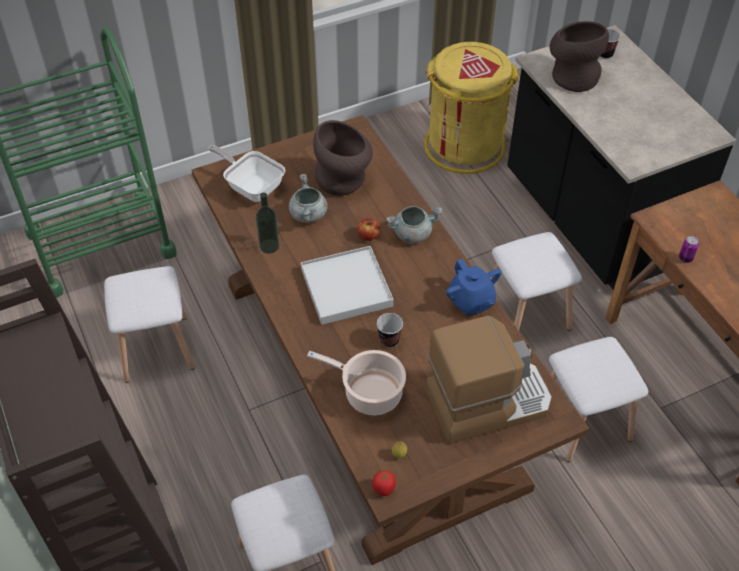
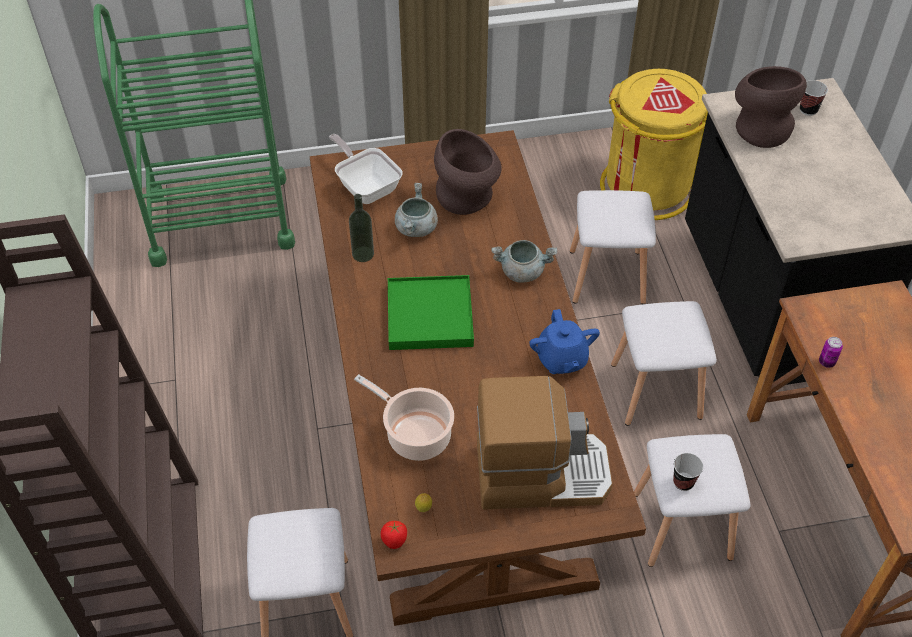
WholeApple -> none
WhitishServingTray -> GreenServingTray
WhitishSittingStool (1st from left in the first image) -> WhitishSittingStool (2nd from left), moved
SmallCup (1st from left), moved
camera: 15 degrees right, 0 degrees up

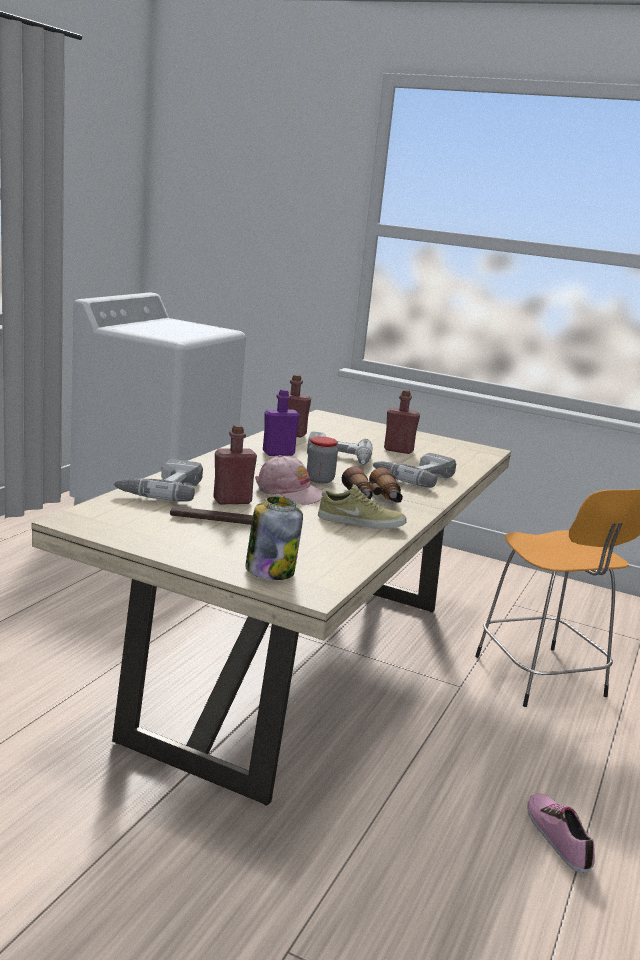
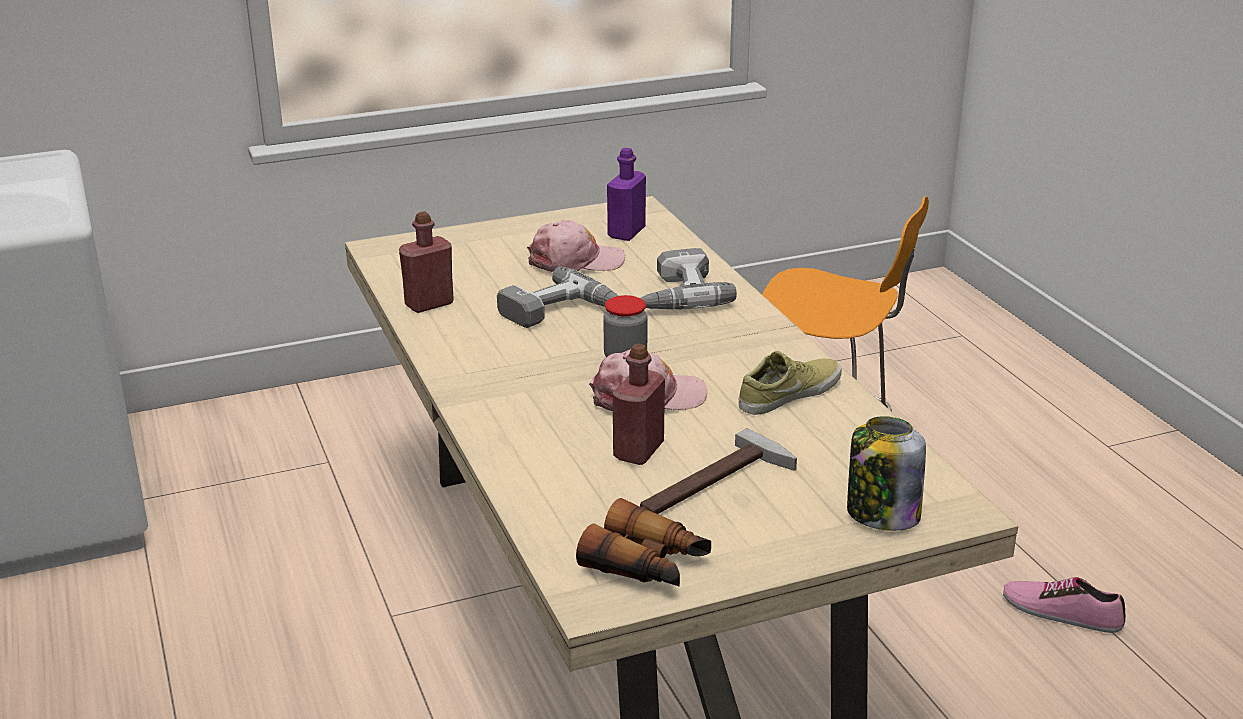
PurplishBottle, moved
RedBottle (3rd from left) -> PinkishCap (1st from left)
ElectricDrill (1st from left) -> none
FieldGlasses, moved
camera: 45 degrees left, 10 degrees up

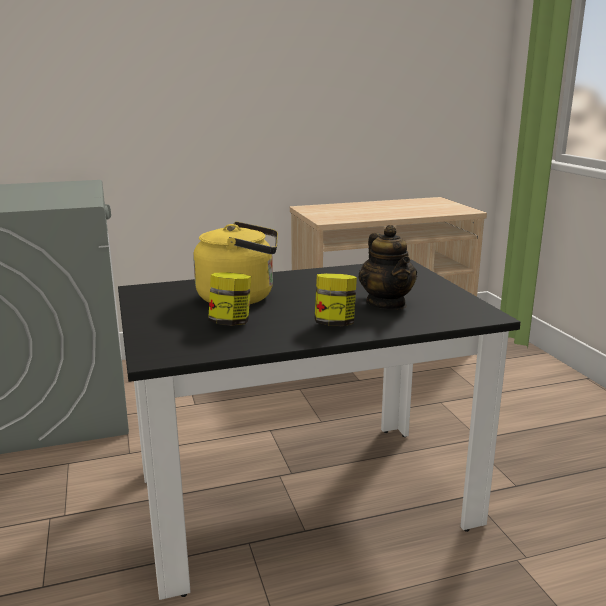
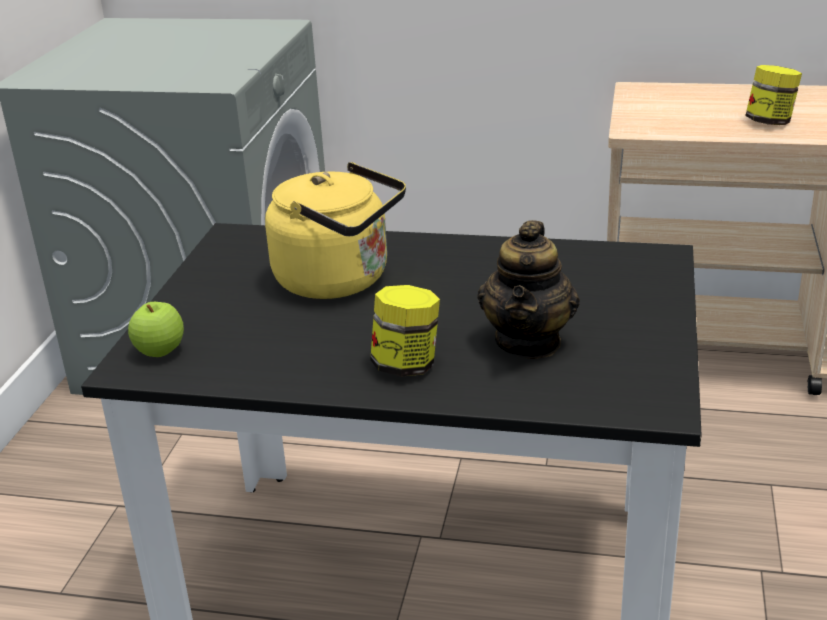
Jar (1st from left in the first image) -> Jar (2nd from left), moved
none -> WholeApple
camera: 30 degrees right, 10 degrees up

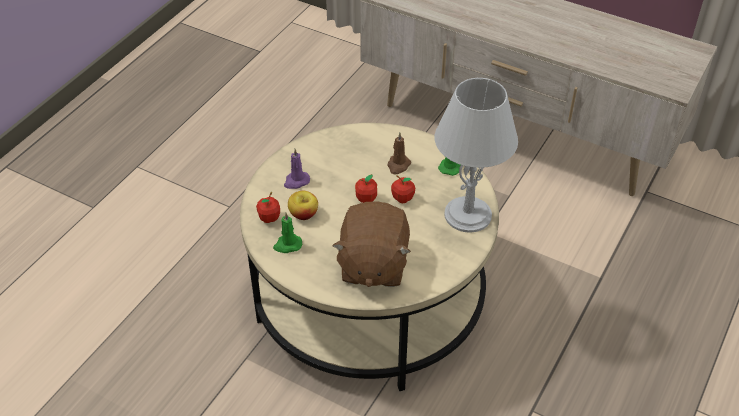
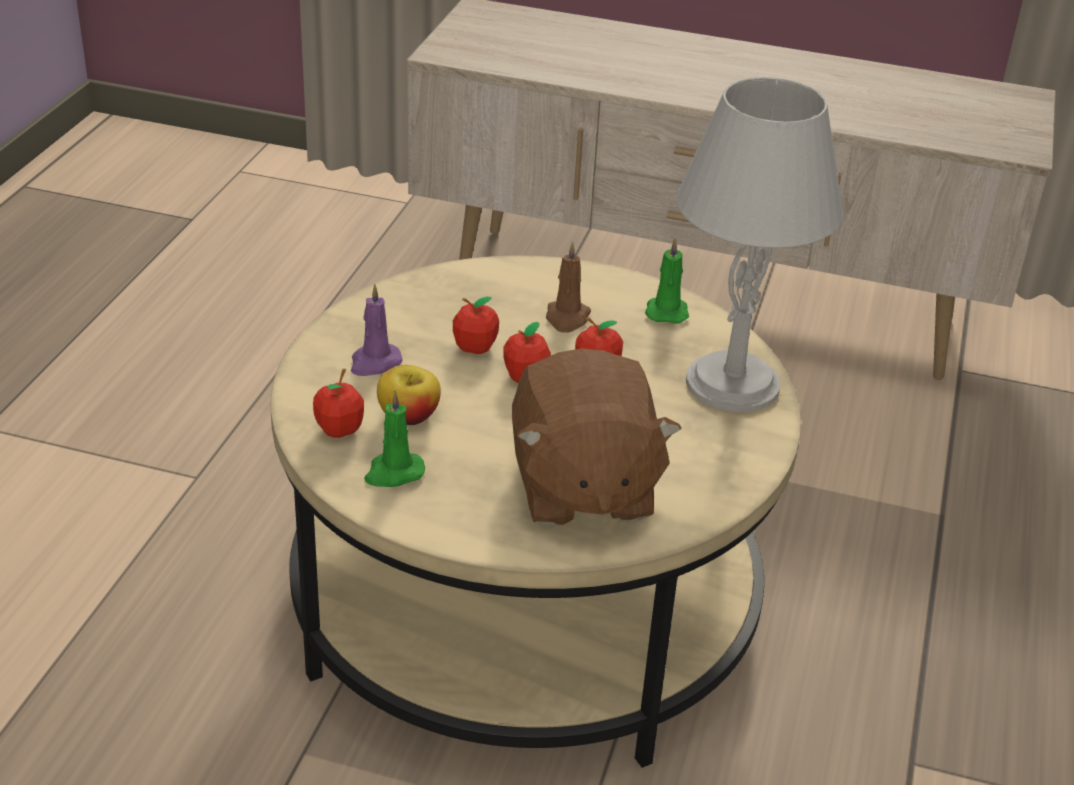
none -> WholeApple (3rd from left)
camera: 15 degrees left, 10 degrees down

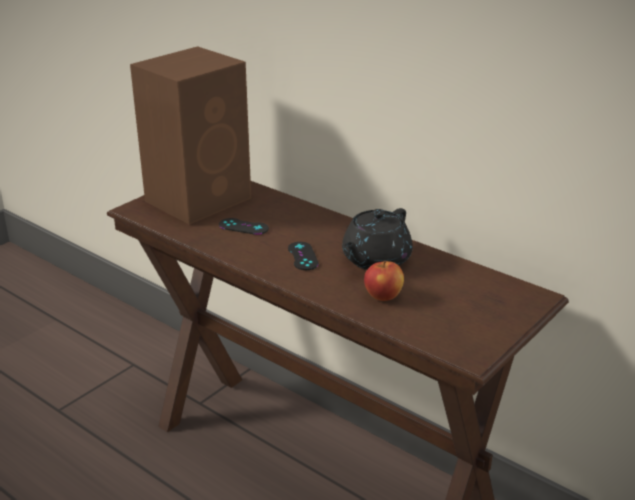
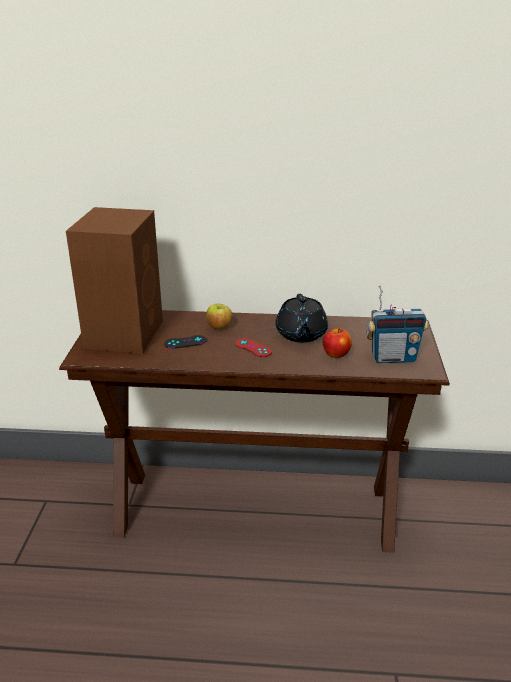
BlackishJoypad (2nd from left) -> RedJoypad
none -> Radio
none -> WholeApple (1st from left)
camera: 35 degrees left, 0 degrees up

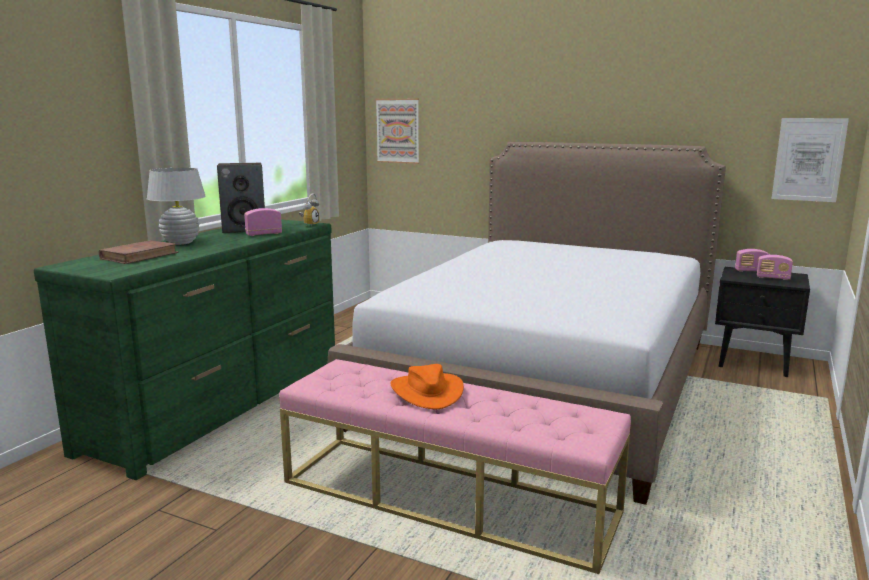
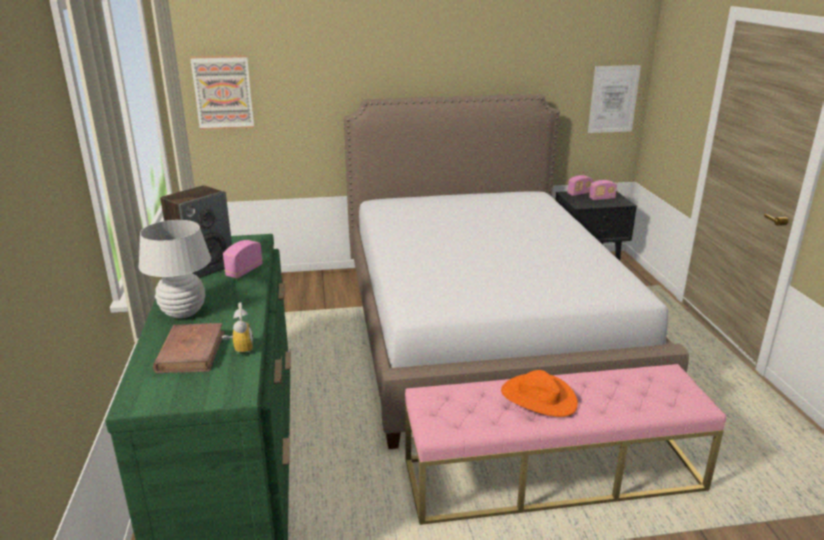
BedsideClock, moved
camera: 35 degrees left, 10 degrees up

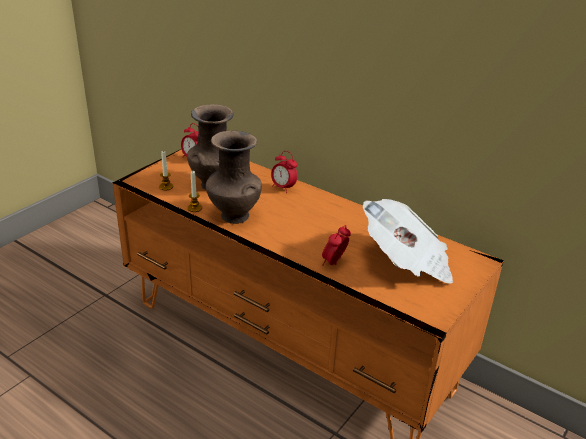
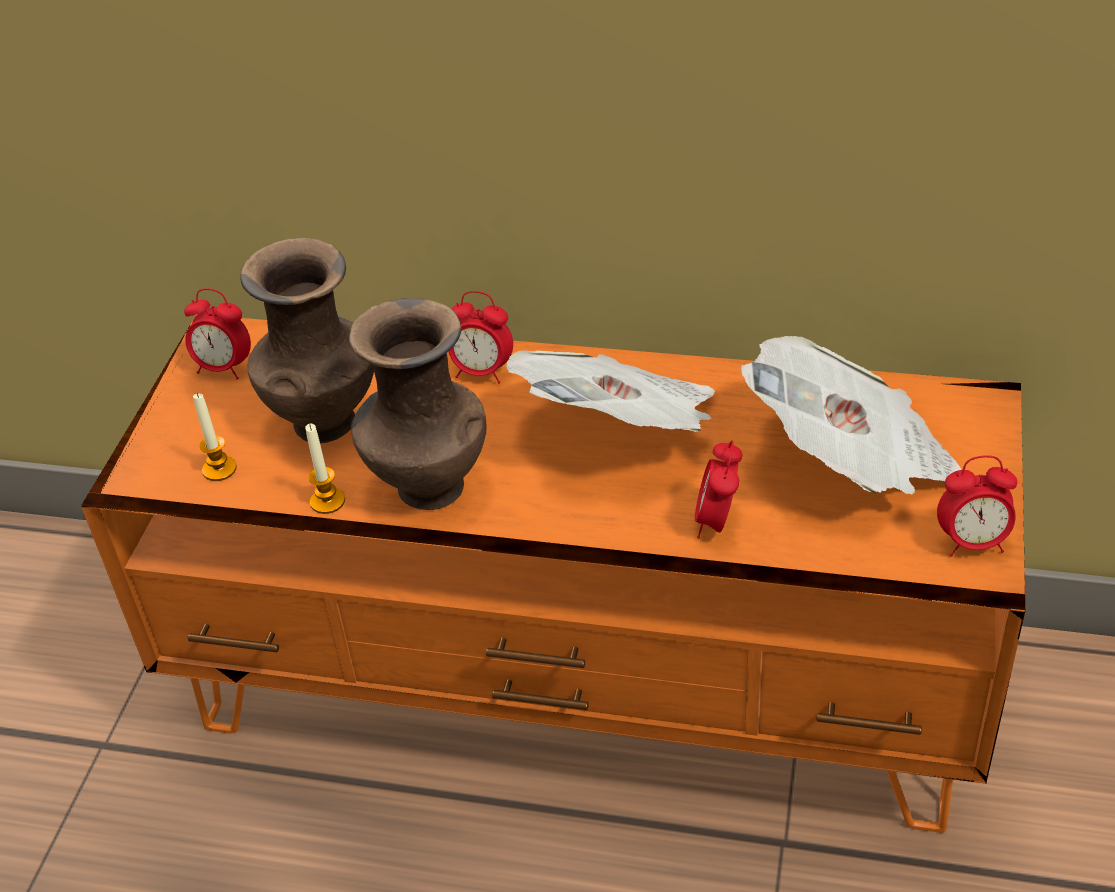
none -> Newspaper (1st from left)
none -> BedsideClock (4th from left)
camera: 20 degrees left, 10 degrees up

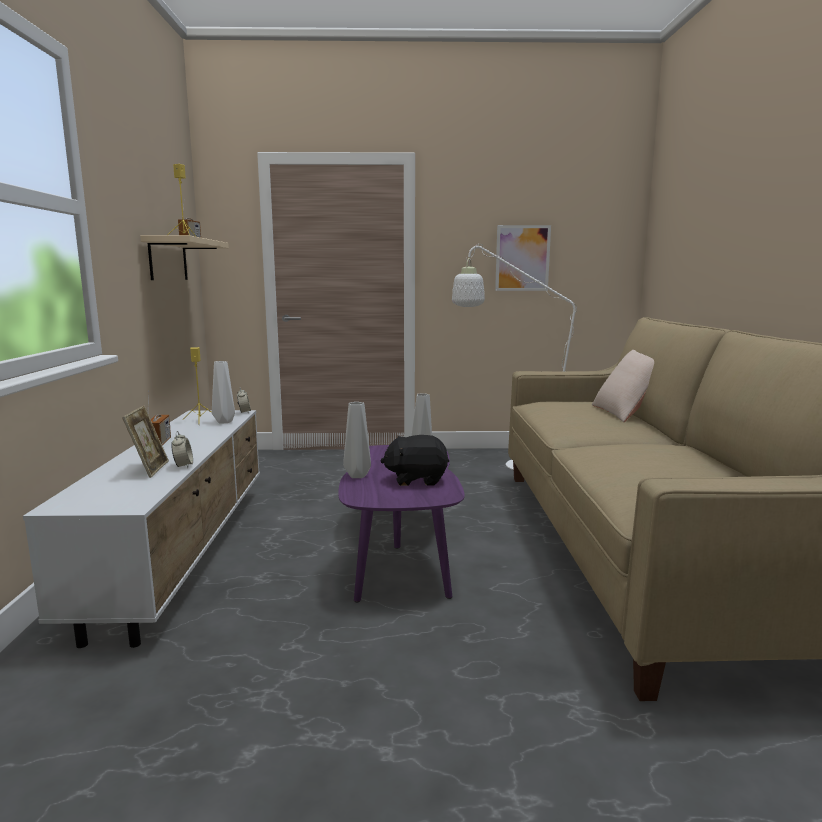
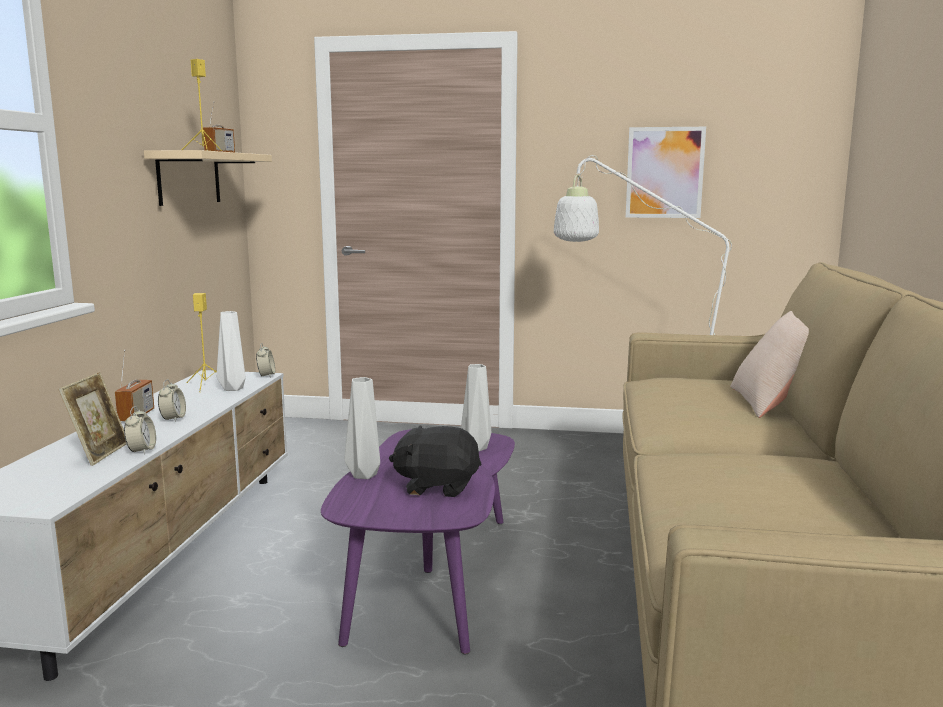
none -> BedsideClock (2nd from left)
camera: 10 degrees right, 0 degrees up

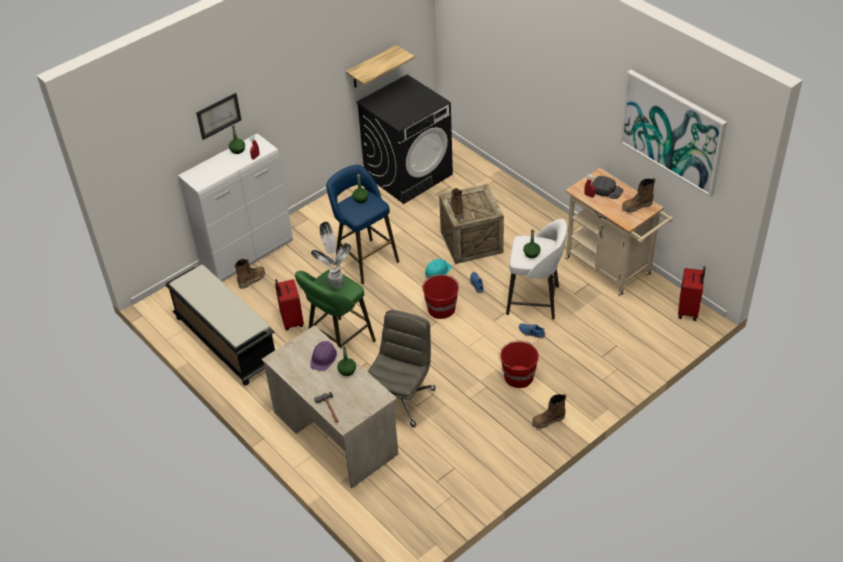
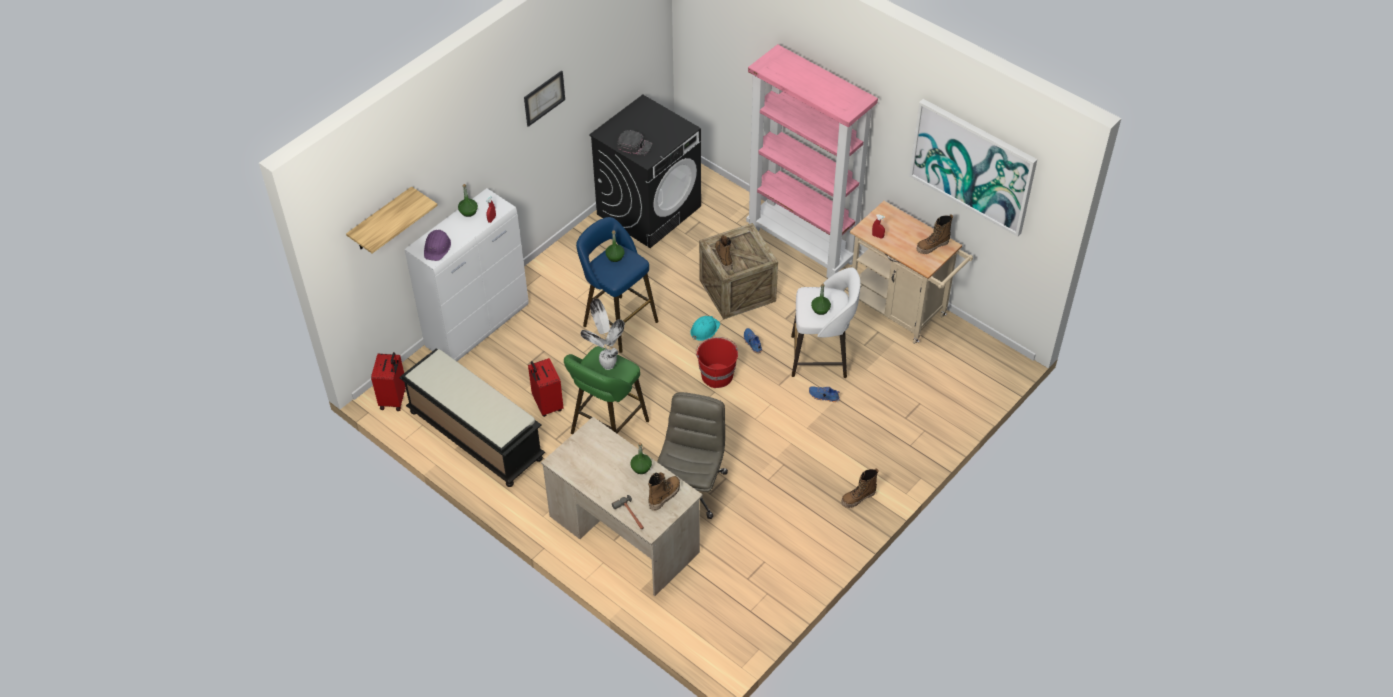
WallShelf, moved
WallArt (1st from left), moved
BlackishCap, moved
Boot (1st from left), moved
RedSuitcase (2nd from left in the first image) -> RedSuitcase (1st from left), moved
RedWaterBucket (2nd from left) -> none
PurplishSafetyHelmet, moved
none -> PinkishBookshelf
camera: 10 degrees left, 5 degrees up

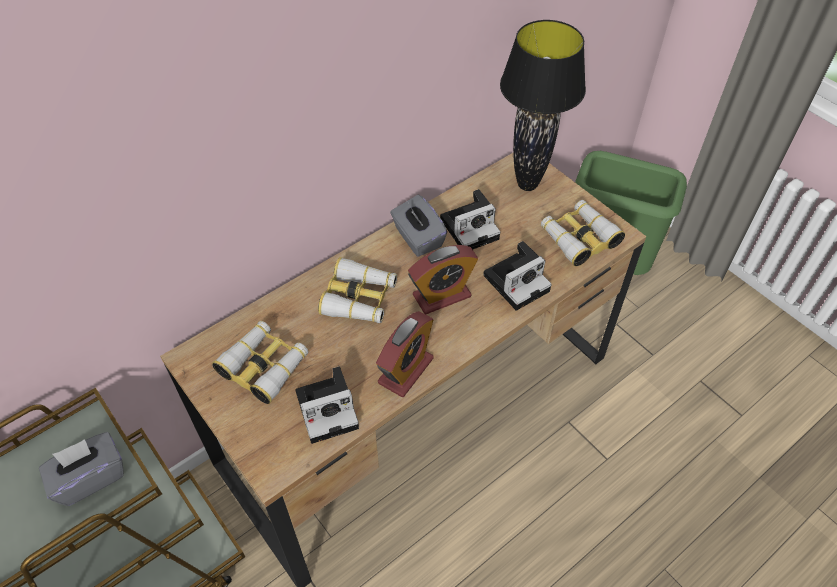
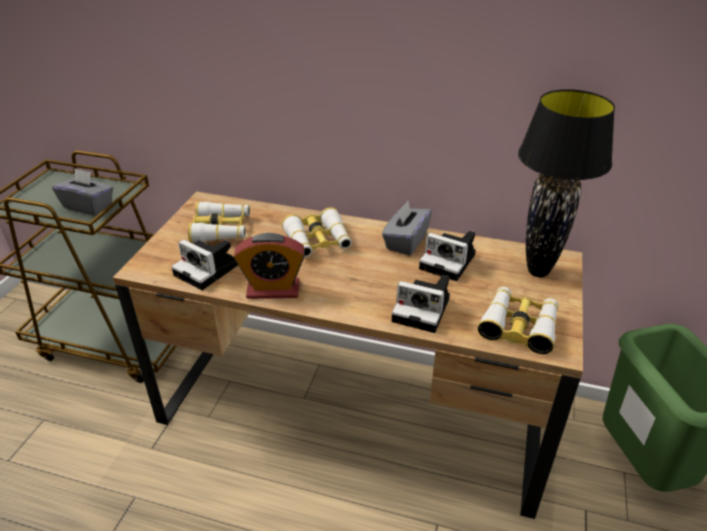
BedsideClock (2nd from left) -> none
camera: 55 degrees right, 15 degrees down

